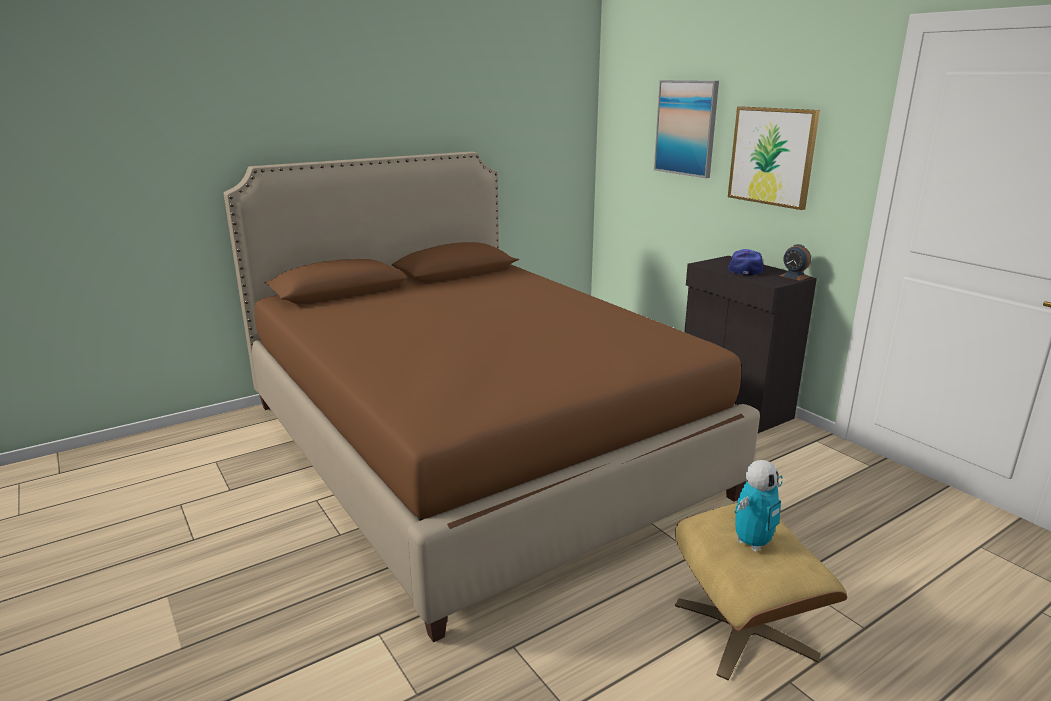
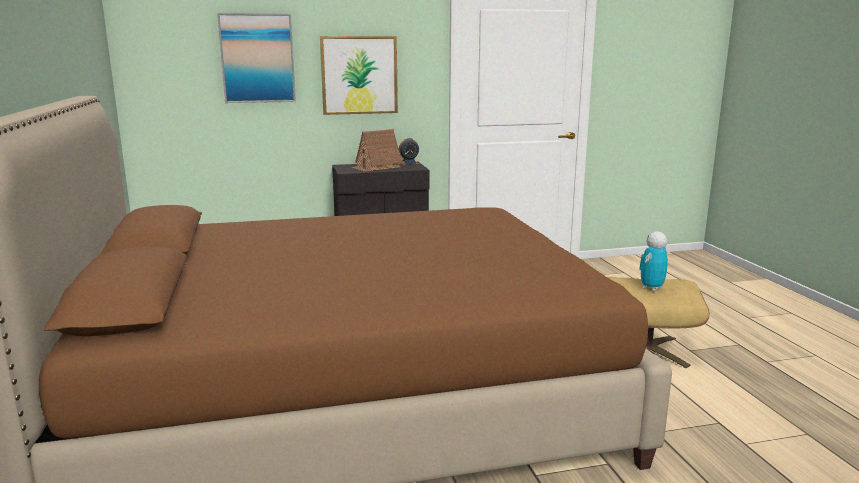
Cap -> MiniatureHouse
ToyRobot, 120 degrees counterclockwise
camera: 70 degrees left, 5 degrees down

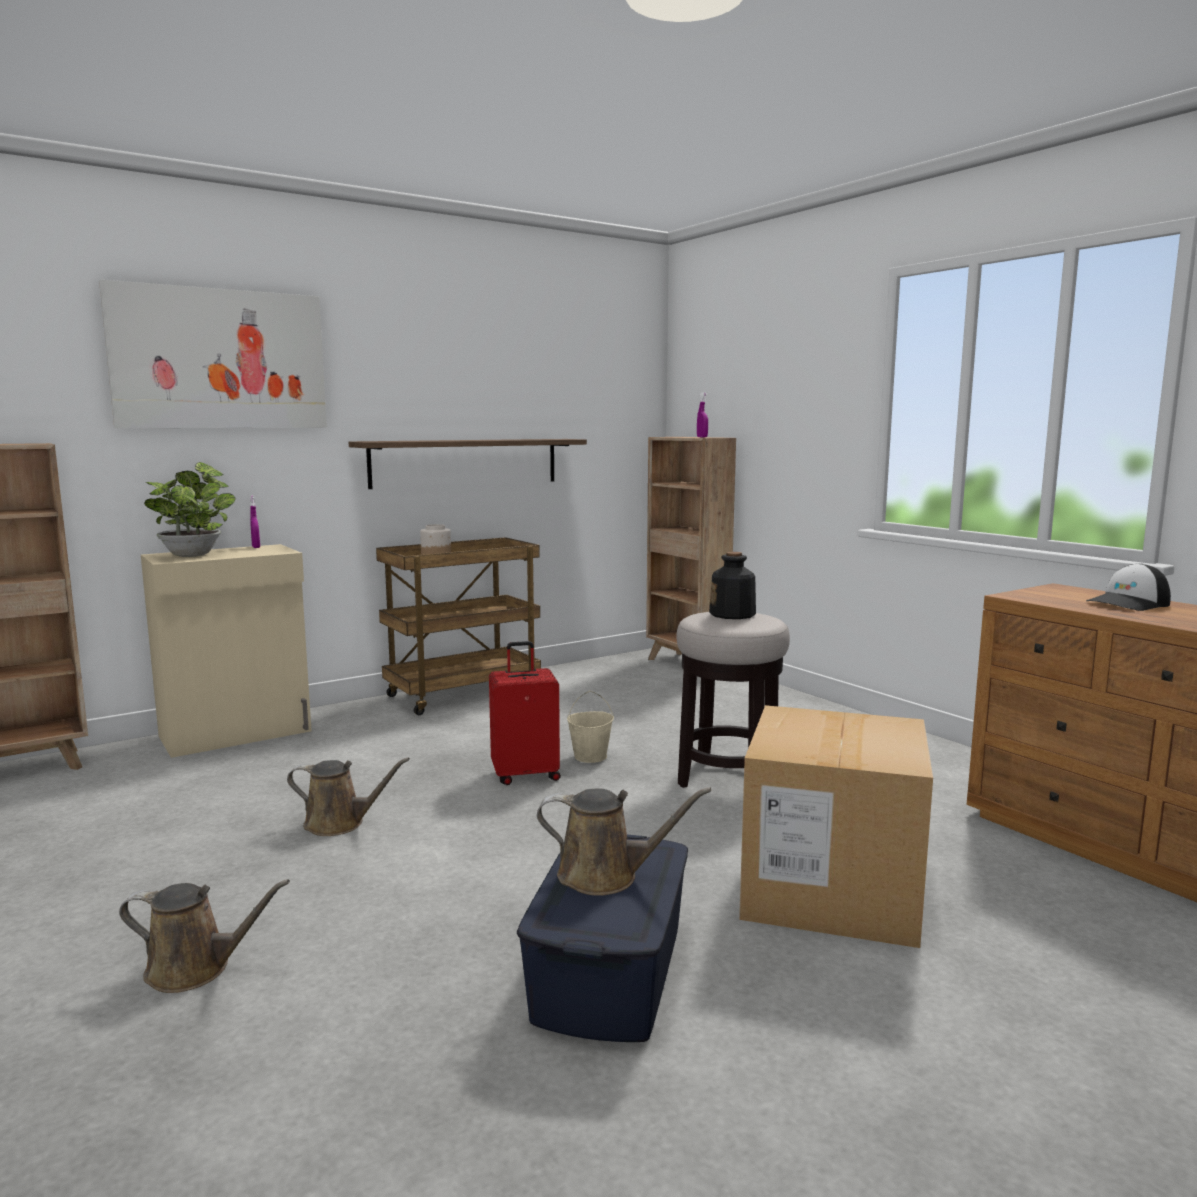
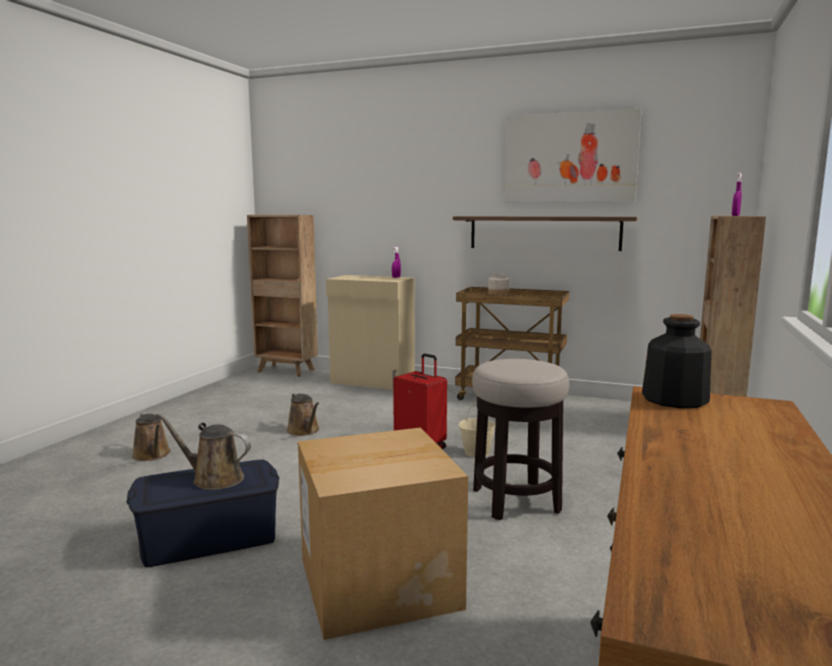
WallArt, moved
Houseplant -> none
Bottle, moved
Cap -> none
BrownWateringCan (3rd from left in the first image) -> BrownWateringCan (2nd from left), 135 degrees clockwise
camera: 55 degrees right, 0 degrees up

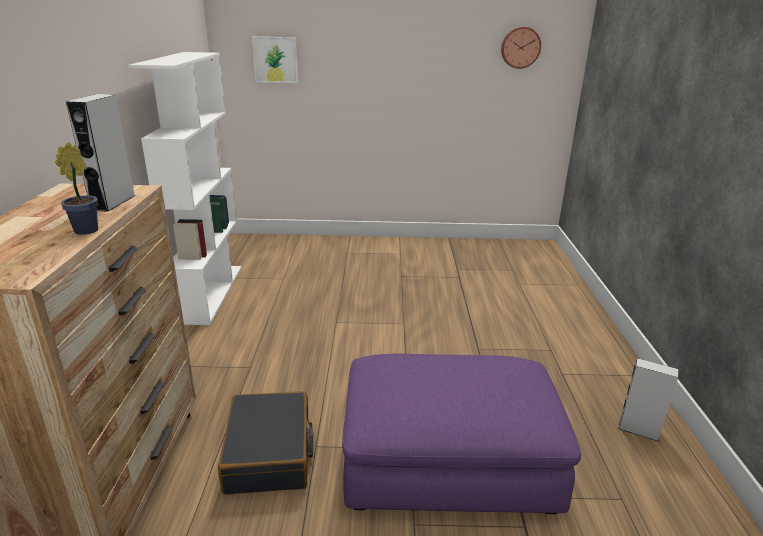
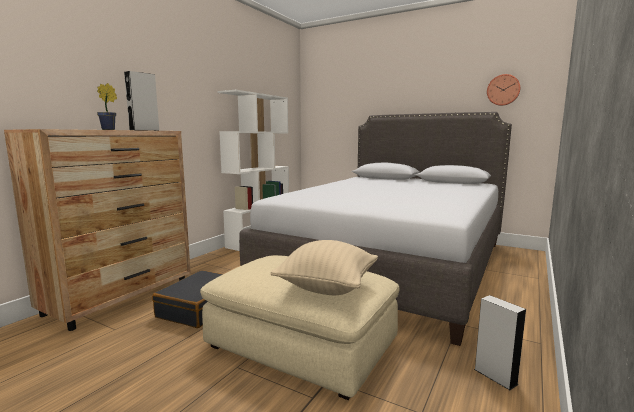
WallArt -> none
PurplishFootrest -> BeigeFootrest
none -> GreyBed
none -> BeigePillow
camera: 30 degrees right, 15 degrees down

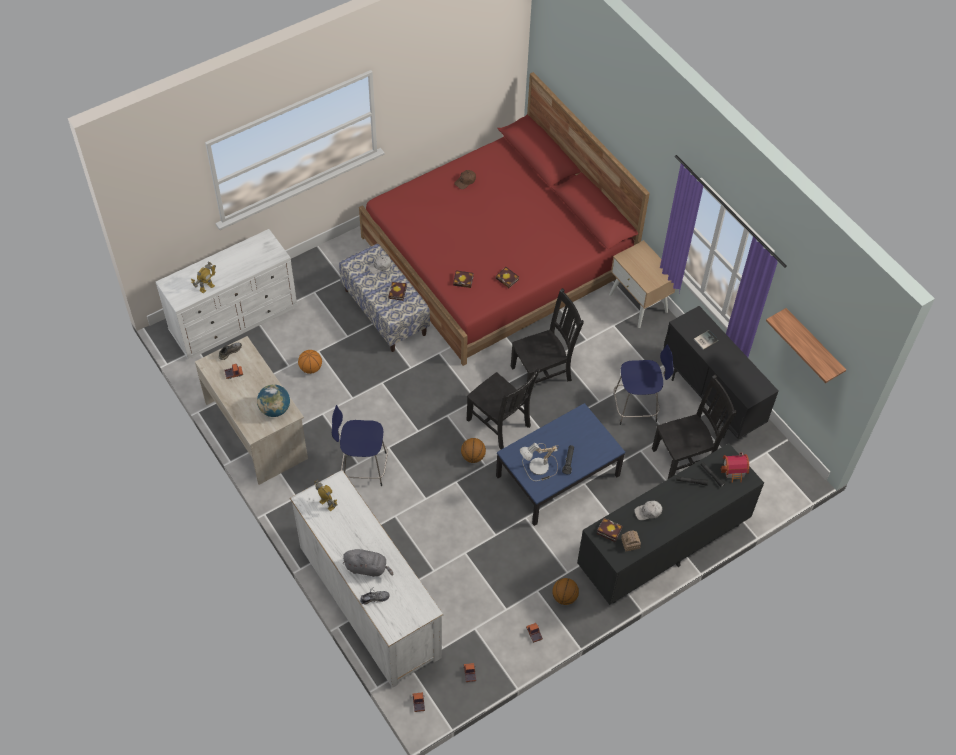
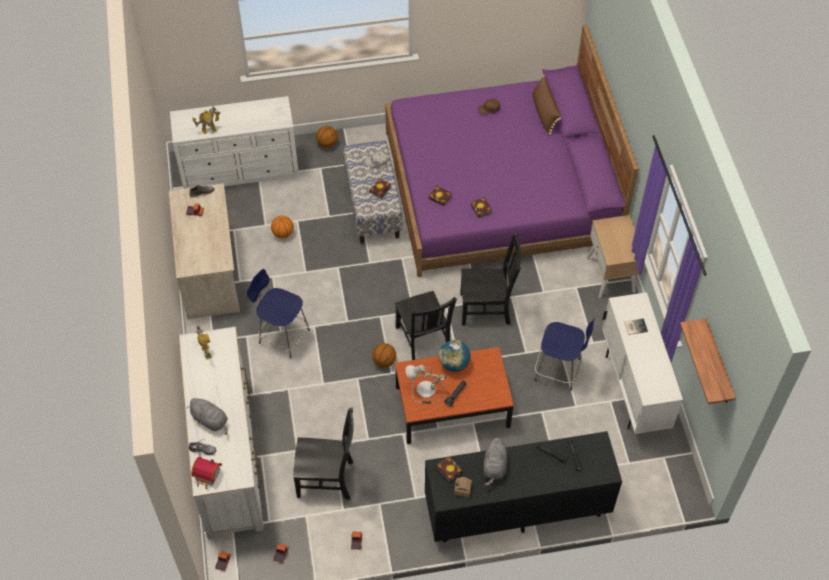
RedBed -> PurplishBed
BlackishCabinet -> WhitishCabinet
BlackishUprightChair (3rd from left in the first image) -> BlackishUprightChair (1st from left), moved
WorldGlobe, moved
BluishCoffeeTable -> BrownCoffeeTable
MiniatureHouse (2nd from left in the first image) -> MiniatureHouse (1st from left), moved
WhitishCap (2nd from left) -> GreyCuddlyToy (2nd from left)
BasketballBall (3rd from left in the first image) -> BasketballBall (2nd from left), moved
none -> BrownPillow
camera: 25 degrees right, 0 degrees up

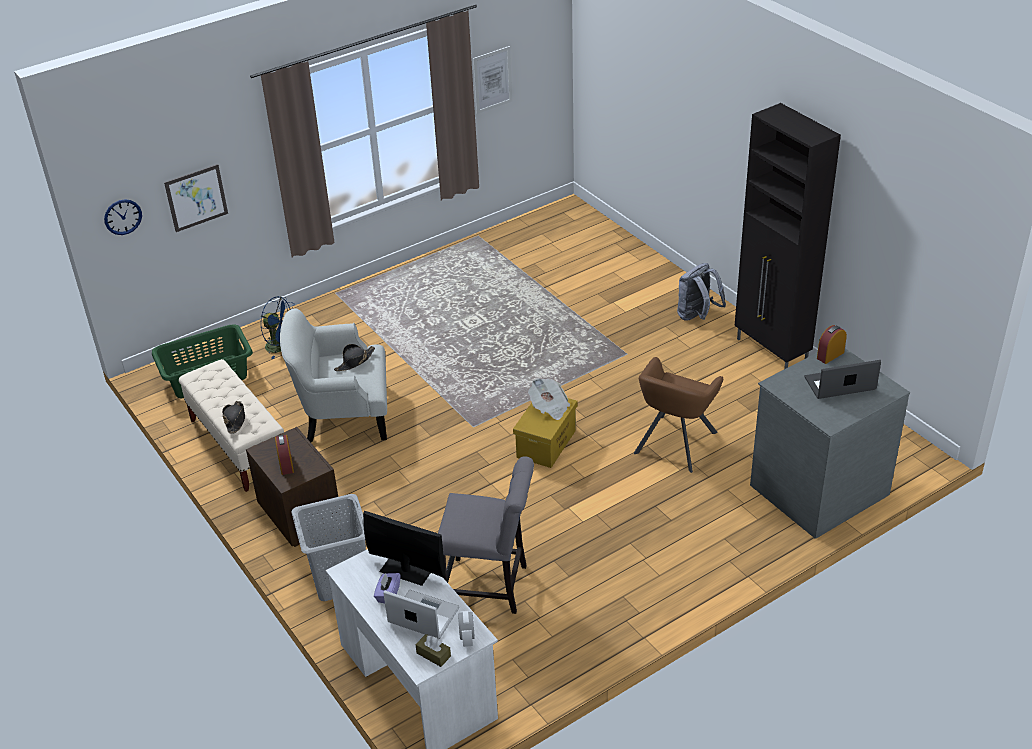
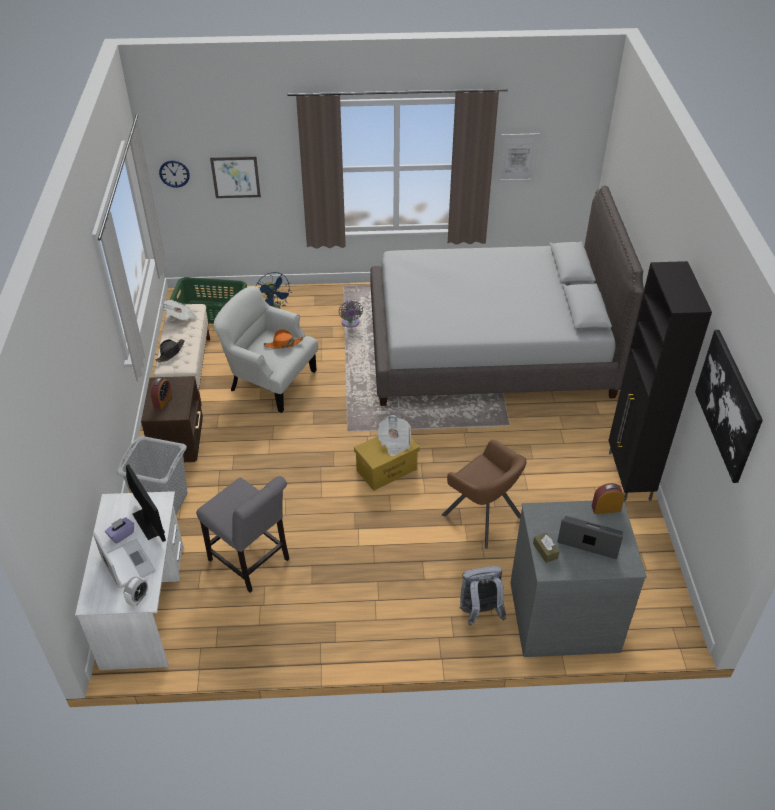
GreyKnapsack, moved
BlackishClothingHat (2nd from left) -> OrangeyClothingHat
BrownArmchair, 105 degrees counterclockwise
BrownBoxOfTissues, moved
none -> GreyBed
none -> GreyFan
none -> Newspaper (1st from left)
none -> WallArt (3rd from left)
camera: 30 degrees right, 5 degrees up

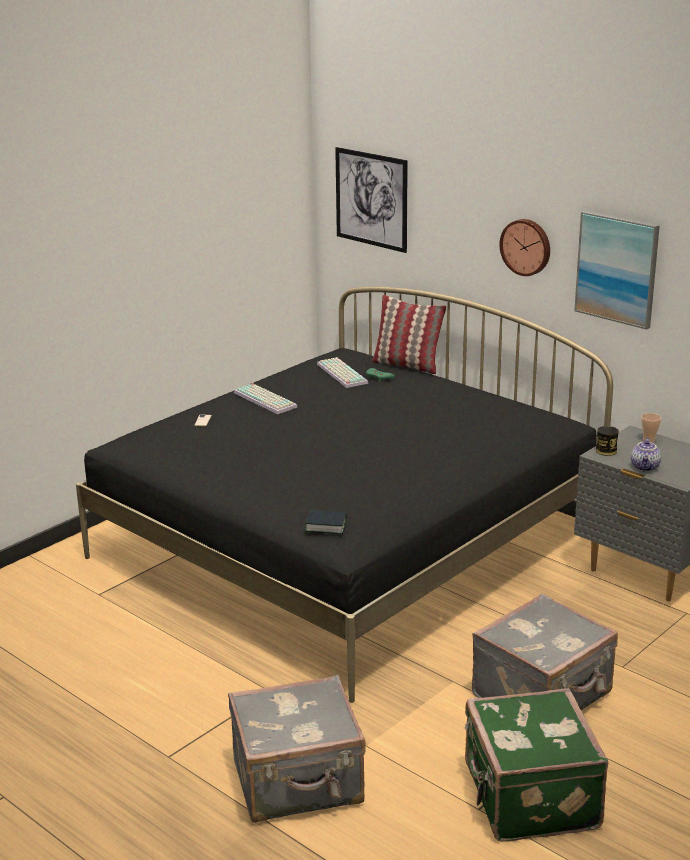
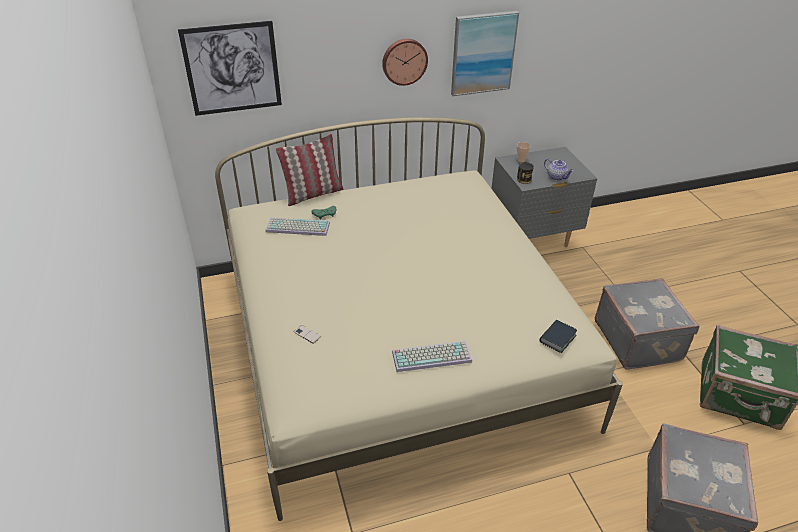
BlackishBed -> BeigeBed
PcKeyboard (1st from left in the first image) -> PcKeyboard (2nd from left), moved
camera: 60 degrees left, 15 degrees up

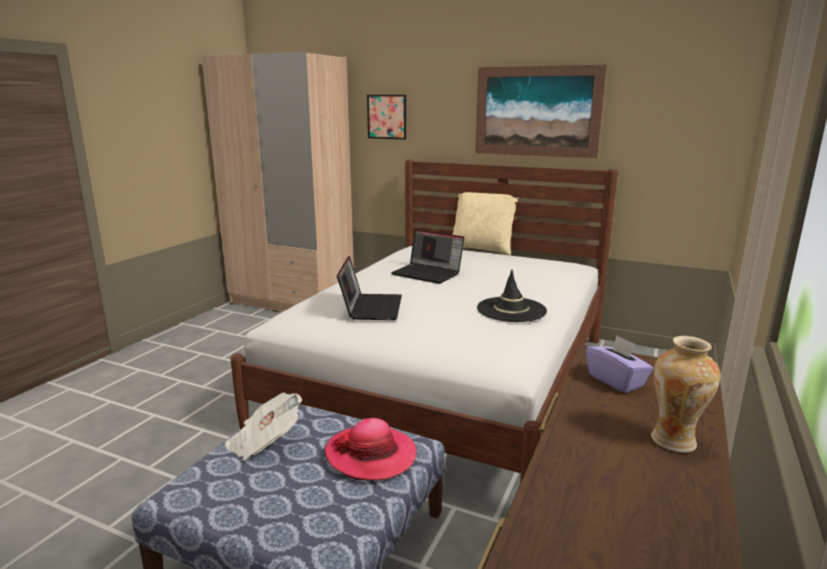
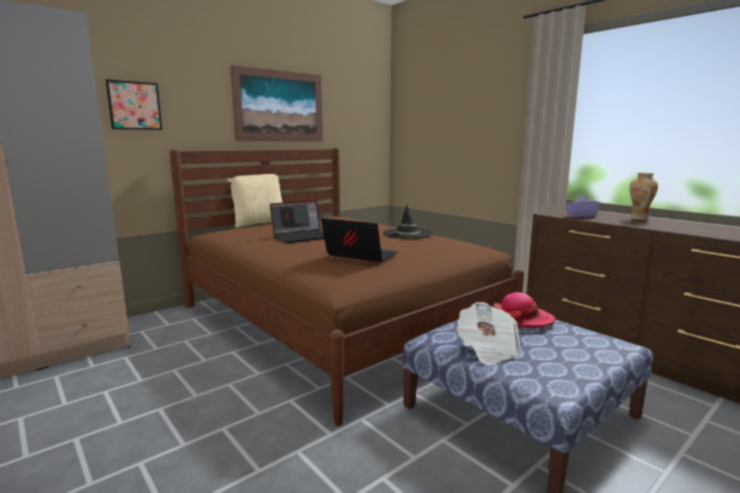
WhitishBed -> BrownBed
camera: 65 degrees left, 5 degrees down

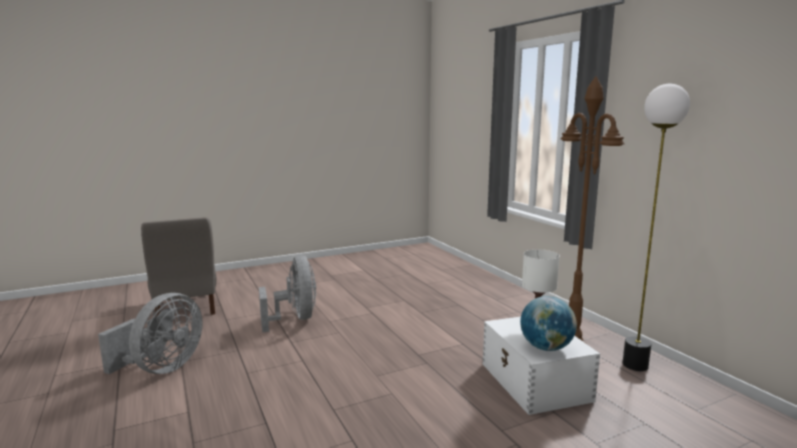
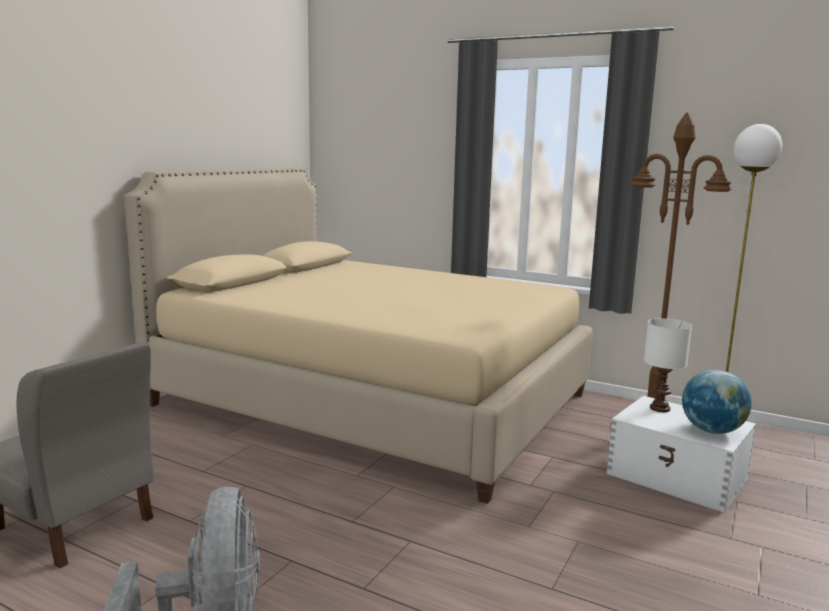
GreyFan (2nd from left) -> none
none -> BeigeBed
camera: 35 degrees left, 0 degrees up

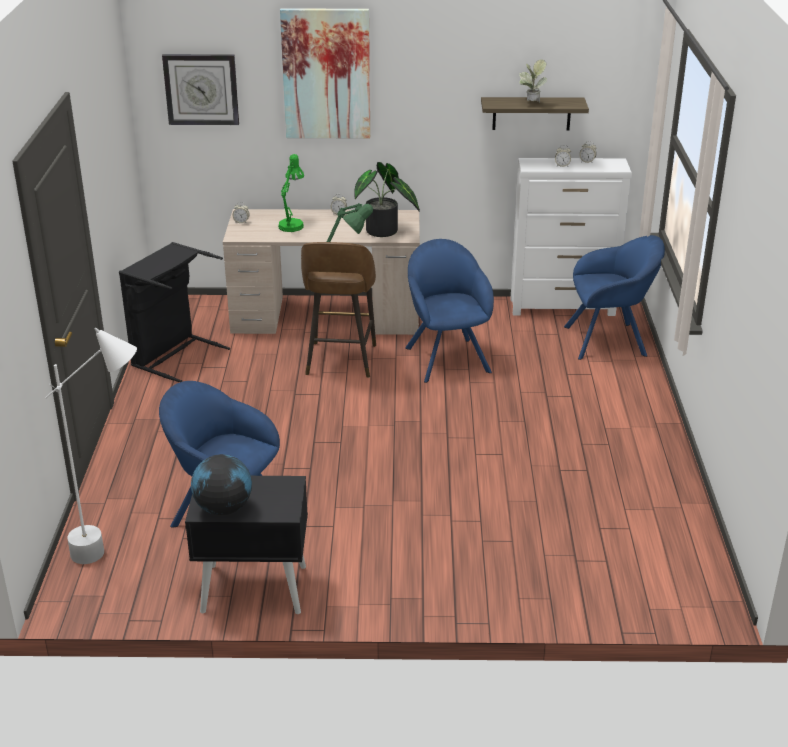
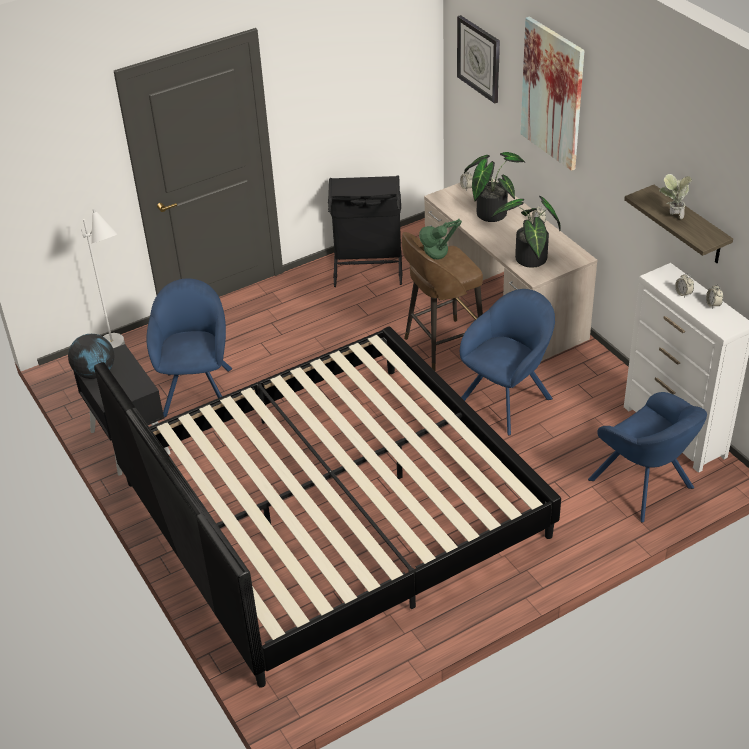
GreenLampForATable (1st from left) -> Houseplant (1st from left)
none -> Bed
camera: 60 degrees right, 10 degrees up

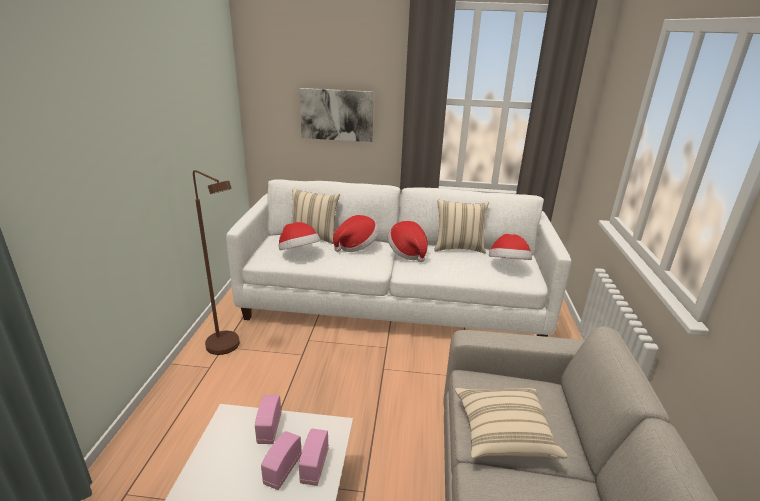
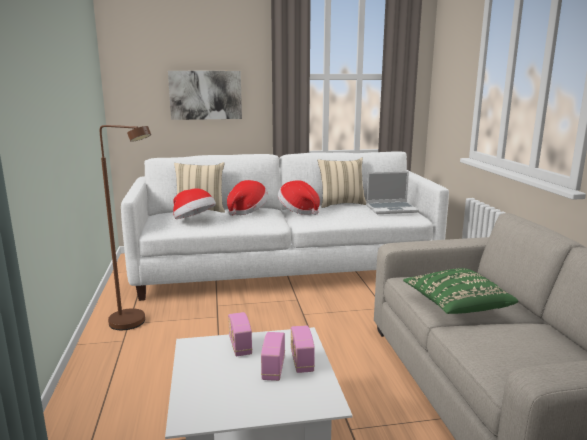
ClothingHat (4th from left) -> Laptop
BeigePillow (3rd from left) -> GreenPillow
camera: 15 degrees left, 10 degrees down

